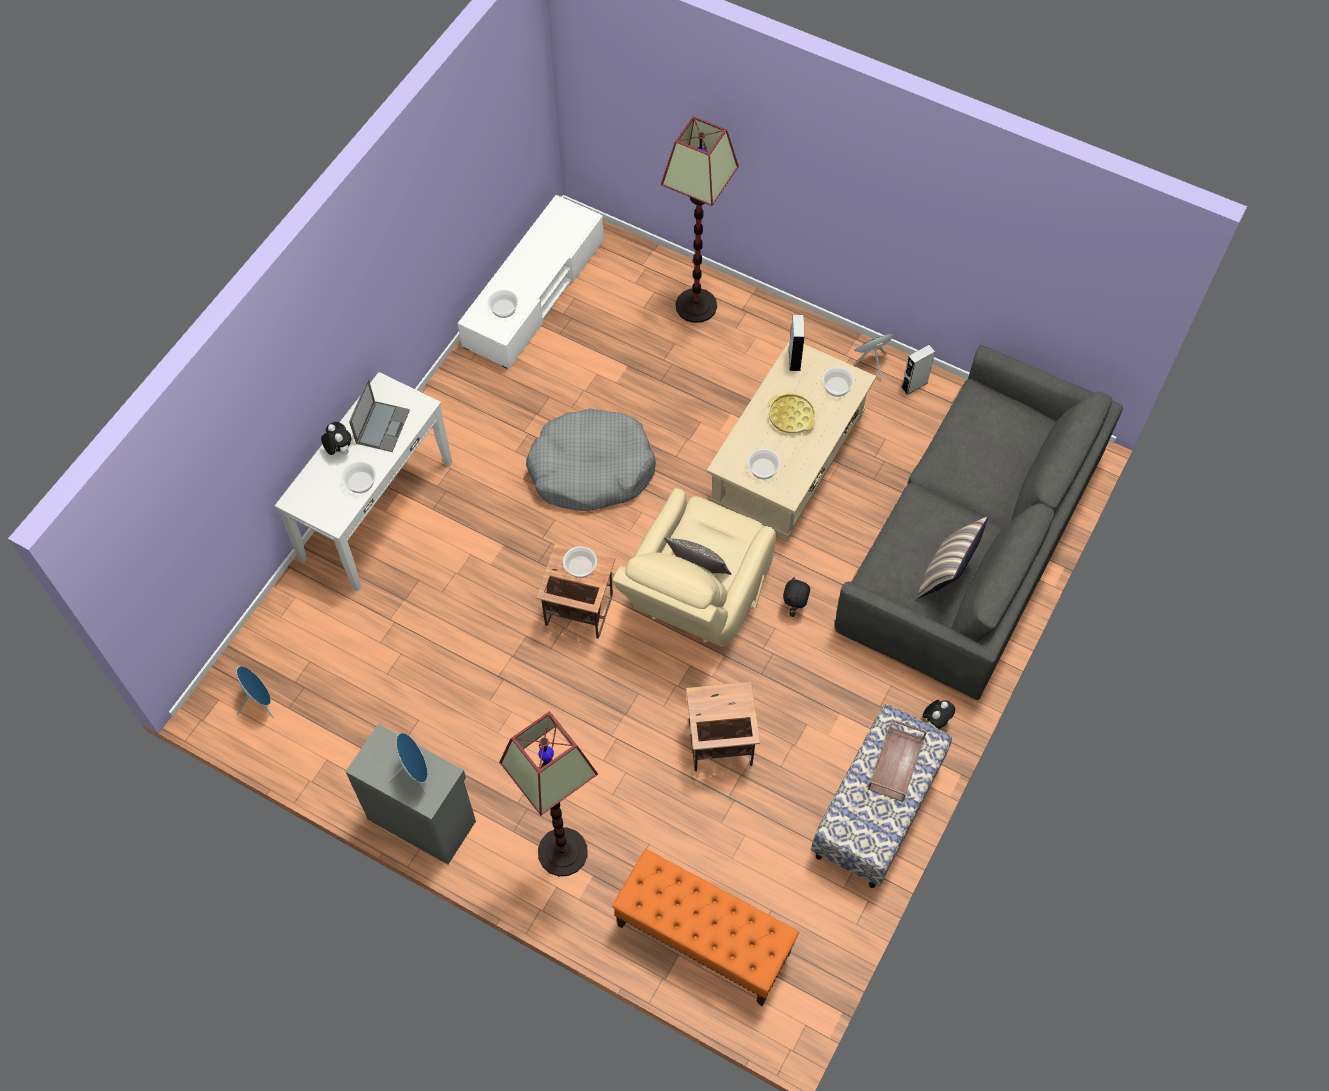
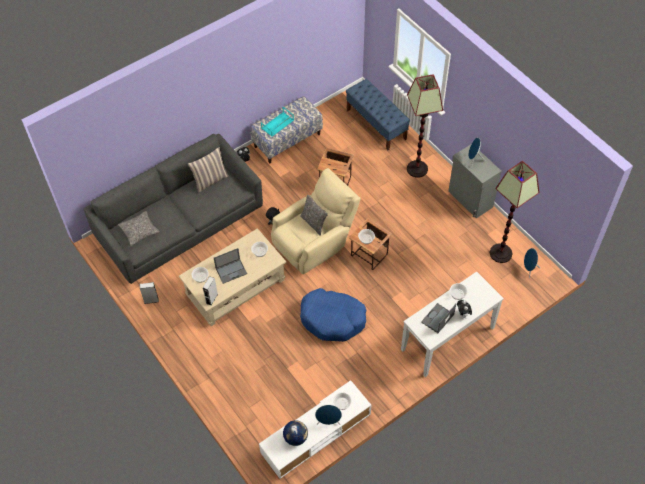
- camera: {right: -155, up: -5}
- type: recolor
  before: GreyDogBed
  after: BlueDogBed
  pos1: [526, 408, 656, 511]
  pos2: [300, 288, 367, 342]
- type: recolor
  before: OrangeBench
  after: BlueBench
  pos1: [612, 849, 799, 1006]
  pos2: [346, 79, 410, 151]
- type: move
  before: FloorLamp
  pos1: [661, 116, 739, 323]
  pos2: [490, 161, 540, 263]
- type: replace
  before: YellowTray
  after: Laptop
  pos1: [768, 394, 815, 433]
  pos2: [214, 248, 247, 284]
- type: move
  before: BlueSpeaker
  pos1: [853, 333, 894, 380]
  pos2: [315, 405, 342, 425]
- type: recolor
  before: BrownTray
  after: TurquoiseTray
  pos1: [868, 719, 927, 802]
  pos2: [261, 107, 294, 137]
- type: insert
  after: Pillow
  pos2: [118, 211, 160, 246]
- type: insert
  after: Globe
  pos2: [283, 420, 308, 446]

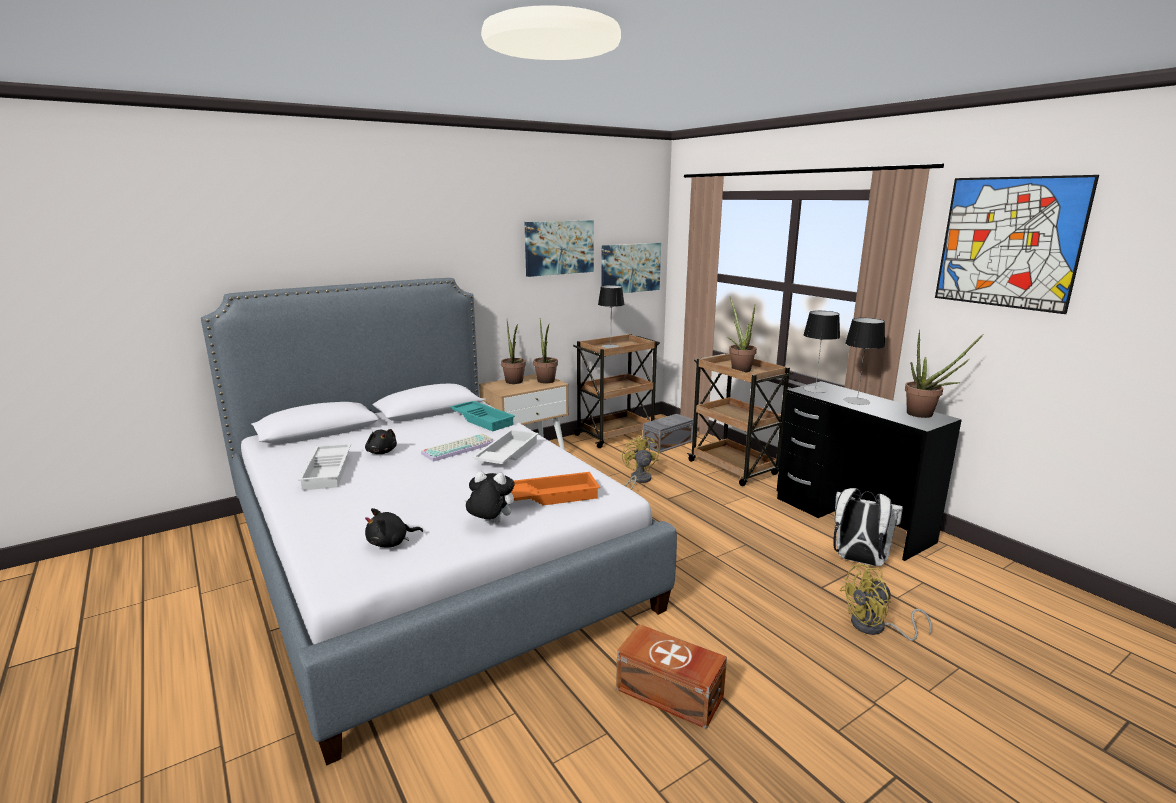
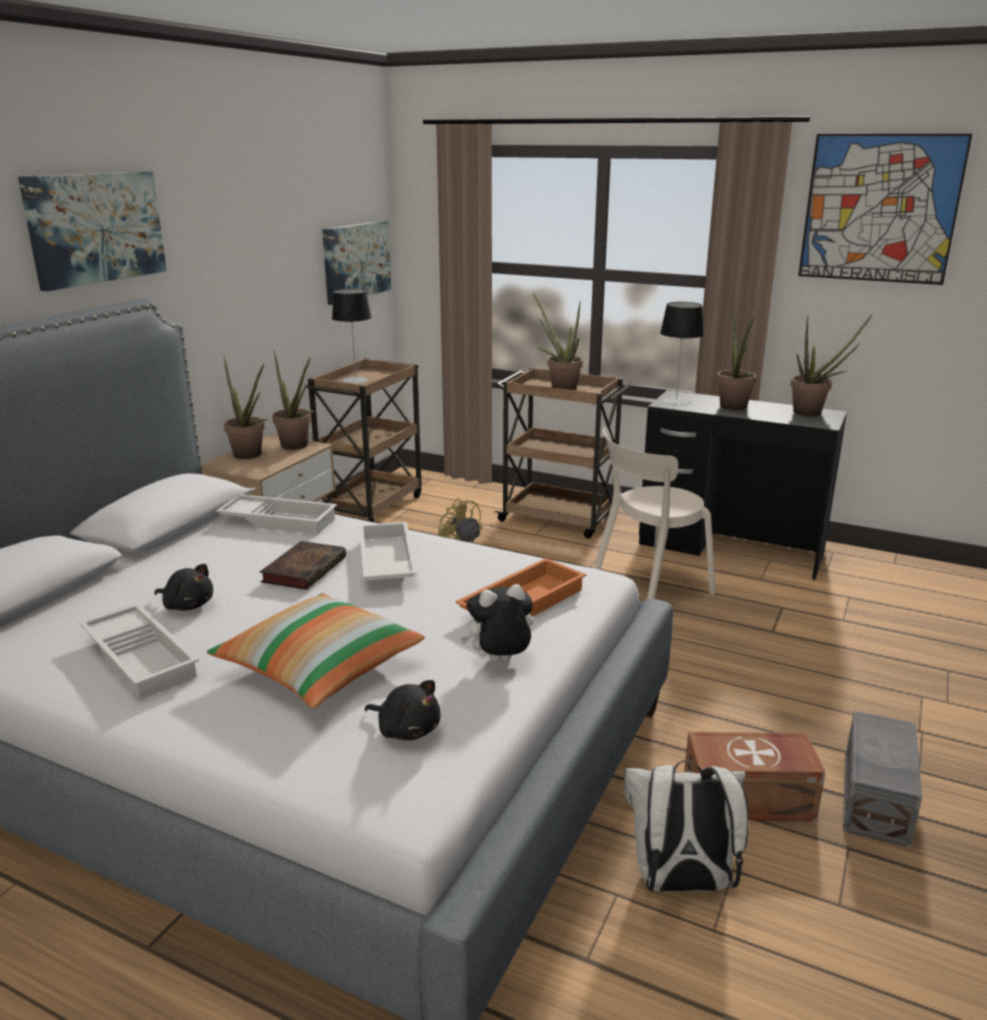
- camera: {right: -30, up: 5}
- type: rotate
  before: BlackPlushToy
  pos1: [365, 508, 423, 548]
  pos2: [365, 680, 440, 740]
  turn: -90
- type: replace
  before: Keyboard
  after: Book
  pos1: [421, 434, 495, 462]
  pos2: [260, 541, 346, 590]
- type: recolor
  before: TurquoiseTray
  after: WhiteTray
  pos1: [450, 401, 515, 432]
  pos2: [216, 495, 337, 535]
- type: move
  before: Picture
  pos1: [525, 220, 594, 277]
  pos2: [18, 171, 167, 291]
- type: move
  before: GreyStorageBox
  pos1: [643, 414, 694, 453]
  pos2: [843, 711, 922, 848]
- type: move
  before: WhiteBackpack
  pos1: [833, 488, 903, 566]
  pos2: [624, 760, 749, 892]
- type: delete
  before: YellowFan
  pos1: [839, 564, 932, 641]
- type: replace
  before: TableLamp
  after: PottedPlant
  pos1: [844, 318, 885, 405]
  pos2: [717, 308, 756, 410]
- type: insert
  after: Pillow
  pos2: [207, 593, 425, 708]
- type: insert
  after: BeigeChair
  pos2: [594, 427, 716, 599]

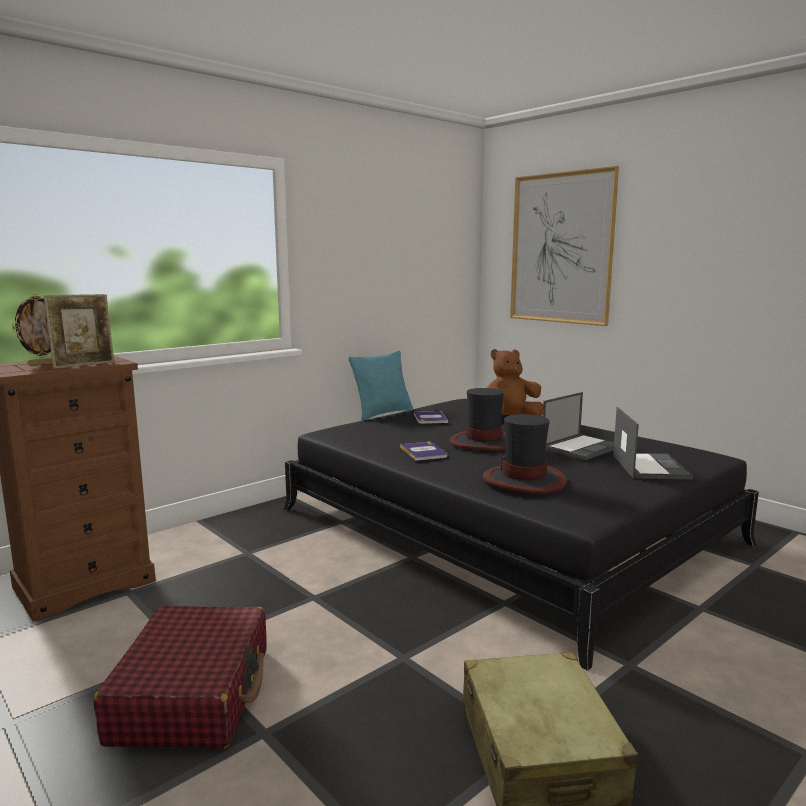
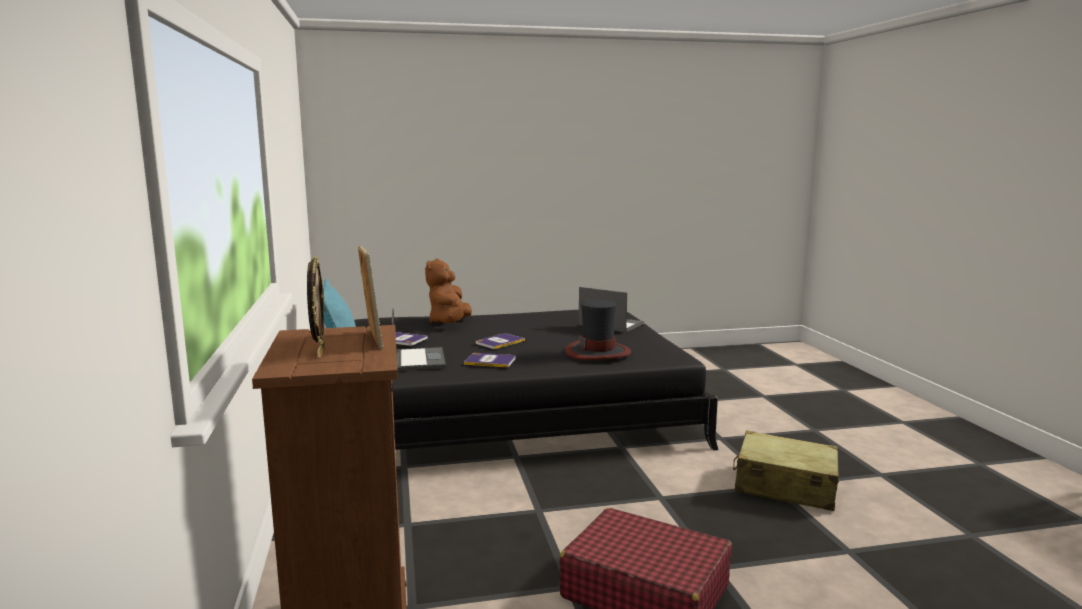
- camera: {right: -60, up: 0}
- type: replace
  before: Hat
  after: Book
  pos1: [449, 388, 506, 451]
  pos2: [476, 333, 525, 349]
- type: delete
  before: Picture
  pos1: [510, 166, 619, 326]
- type: move
  before: Laptop
  pos1: [543, 392, 614, 460]
  pos2: [392, 309, 446, 371]

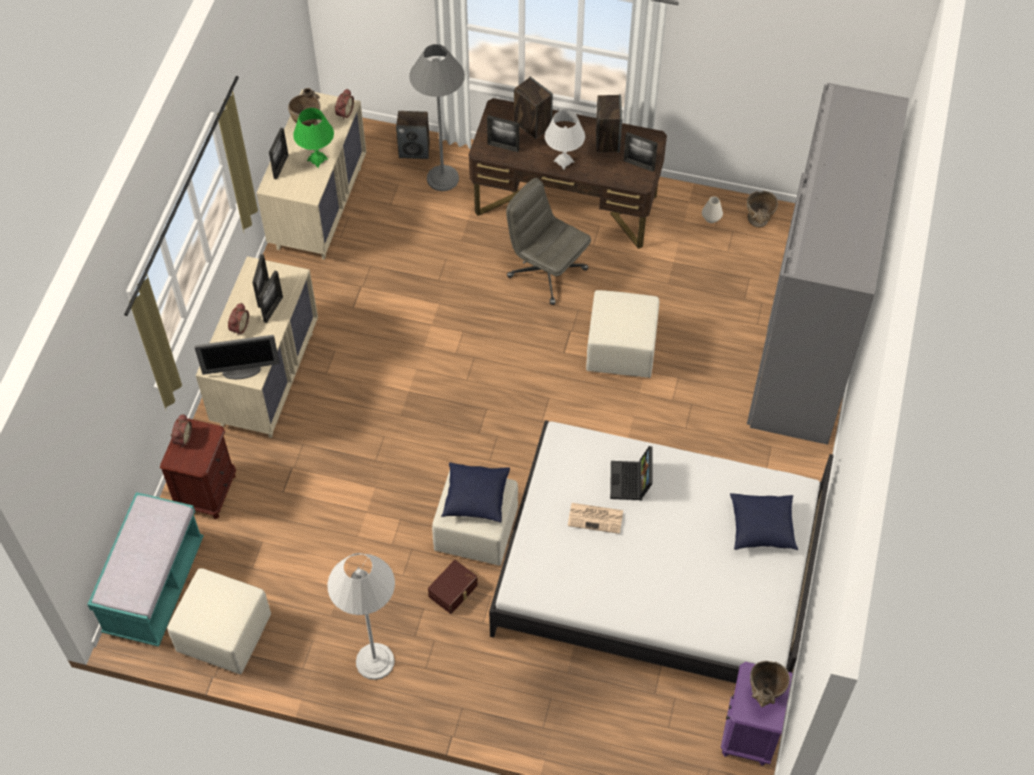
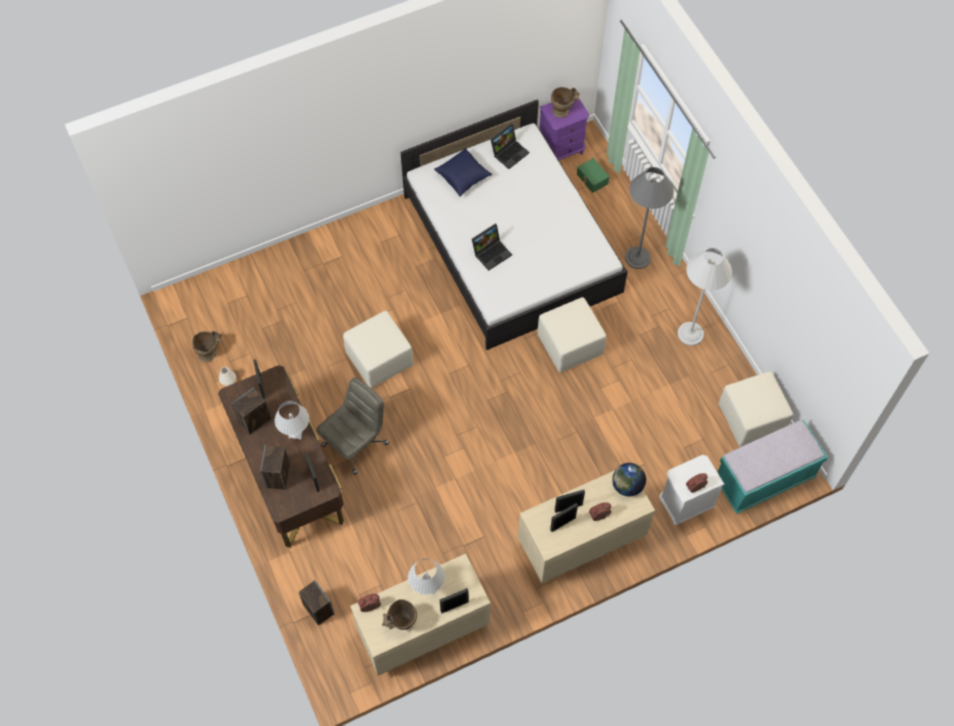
- camera: {right: -130, up: 5}
- type: recolor
  before: BrownNightstand
  after: WhiteNightstand
  pos1: [160, 418, 236, 519]
  pos2: [659, 455, 724, 525]
- type: replace
  before: Monitor
  after: Globe
  pos1: [195, 335, 280, 379]
  pos2: [612, 463, 646, 497]
- type: recolor
  before: GreenTableLamp
  after: WhiteTableLamp
  pos1: [293, 108, 334, 168]
  pos2: [408, 559, 445, 595]
- type: move
  before: GreyFloorLamp
  pos1: [409, 44, 465, 191]
  pos2: [625, 167, 674, 269]
- type: delete
  before: BrownStorageBox
  pos1: [428, 560, 478, 614]
- type: delete
  before: BluePillow
  pos1: [441, 462, 510, 523]
- type: rotate
  before: GreyOfficeChair
  pos1: [506, 178, 591, 305]
  pos2: [316, 378, 389, 475]
  turn: -135
- type: delete
  before: Newspaper
  pos1: [568, 503, 623, 534]
- type: delete
  before: GreyWardrobe
  pos1: [747, 83, 909, 445]
- type: insert
  after: Laptop
  pos2: [491, 124, 529, 169]
- type: insert
  after: GreenStorageBox
  pos2: [577, 158, 609, 193]

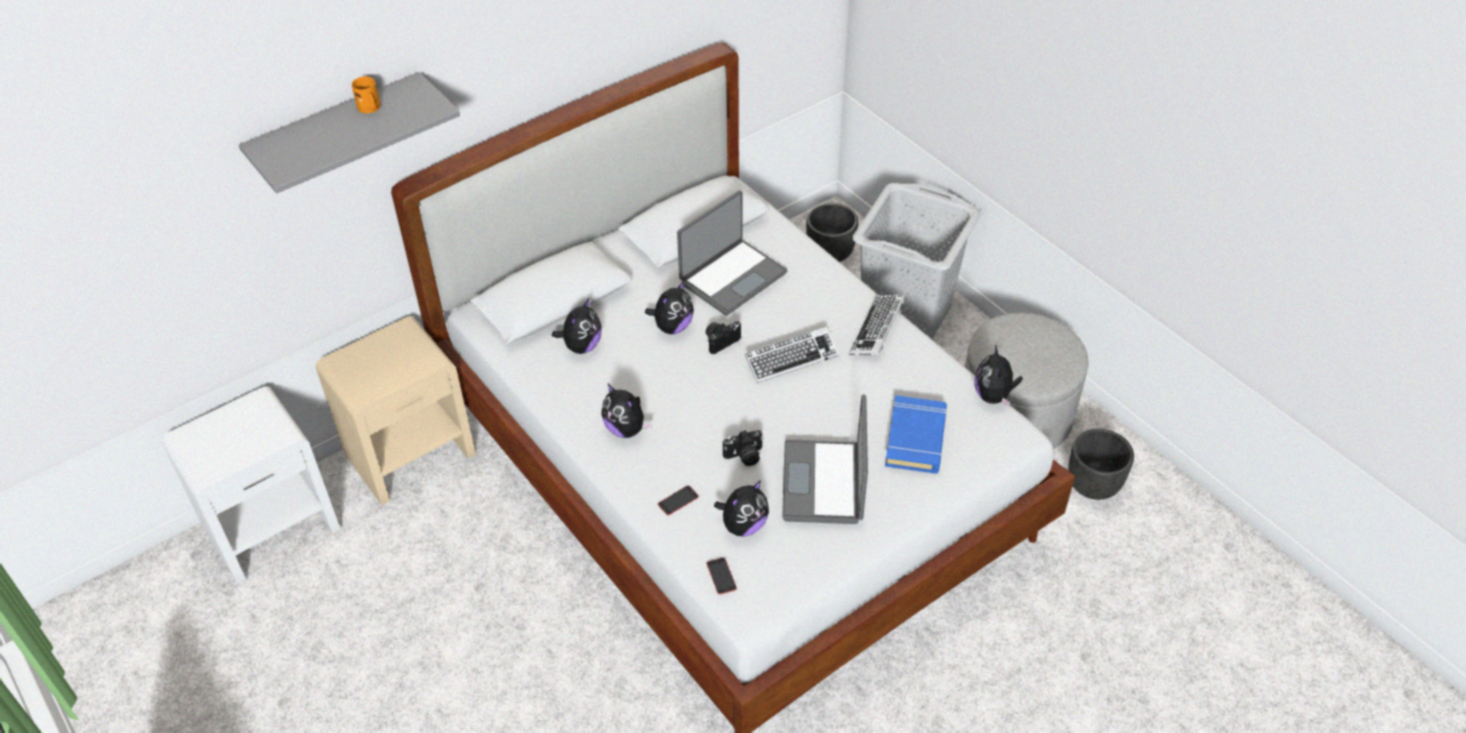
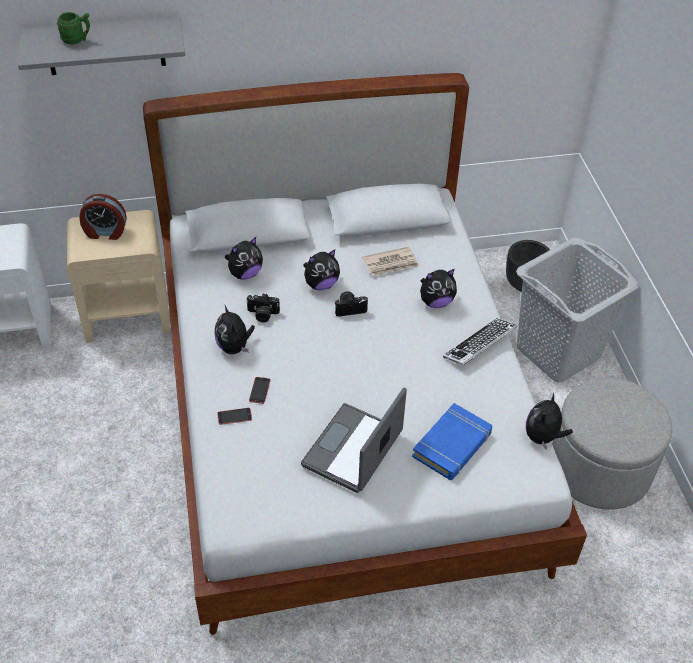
- camera: {right: 25, up: 0}
- type: delete
  before: OrangeMug
  pos1: [352, 76, 380, 113]
- type: replace
  before: Laptop
  after: Newspaper
  pos1: [677, 190, 788, 316]
  pos2: [363, 247, 419, 276]
- type: move
  before: Phone
  pos1: [706, 557, 737, 595]
  pos2: [249, 377, 271, 404]
- type: move
  before: PlushToy
  pos1: [714, 480, 769, 537]
  pos2: [420, 269, 457, 308]
- type: move
  before: PhotoCamera
  pos1: [723, 430, 763, 466]
  pos2: [246, 294, 280, 323]
- type: delete
  before: Keyboard
  pos1: [745, 327, 839, 383]
- type: delete
  before: BlackPlanter
  pos1: [1068, 429, 1134, 500]
- type: insert
  after: GreenMug
  pos2: [57, 12, 90, 44]
- type: insert
  after: AlarmClock
  pos2: [79, 194, 127, 240]

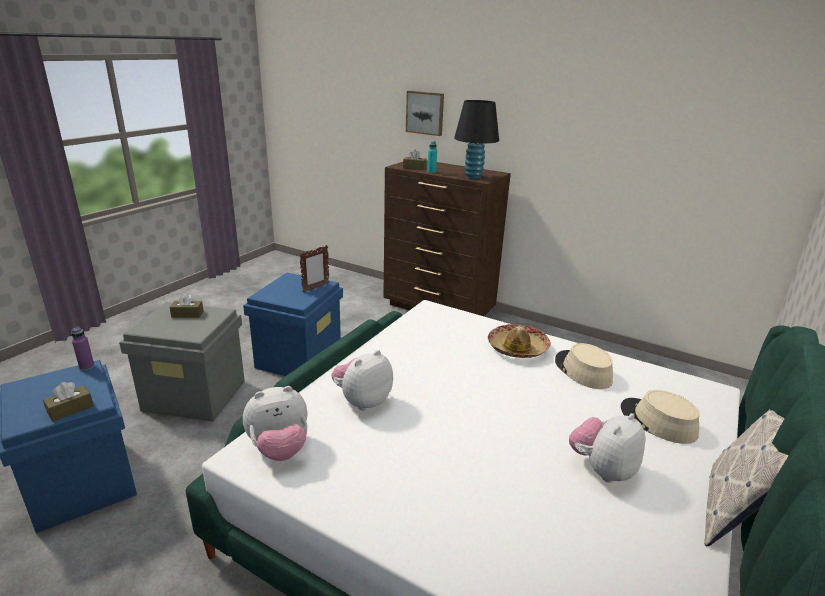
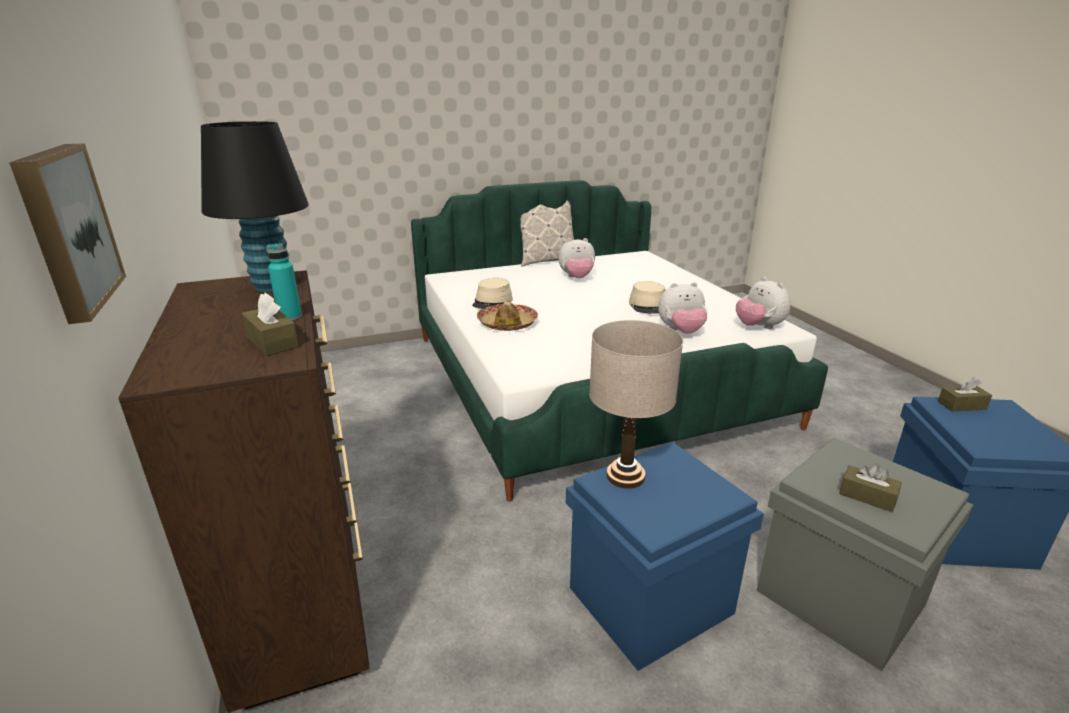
- camera: {right: -140, up: 0}
- type: delete
  before: PurpleBottle
  pos1: [71, 327, 95, 371]
- type: rotate
  before: PlushToy
  pos1: [243, 386, 308, 461]
  pos2: [736, 277, 791, 329]
  turn: -135
- type: replace
  before: PictureFrame
  after: BeigeTableLamp
  pos1: [299, 245, 329, 293]
  pos2: [589, 320, 683, 489]
- type: move
  before: BeigeHat
  pos1: [621, 390, 700, 444]
  pos2: [629, 281, 665, 314]

